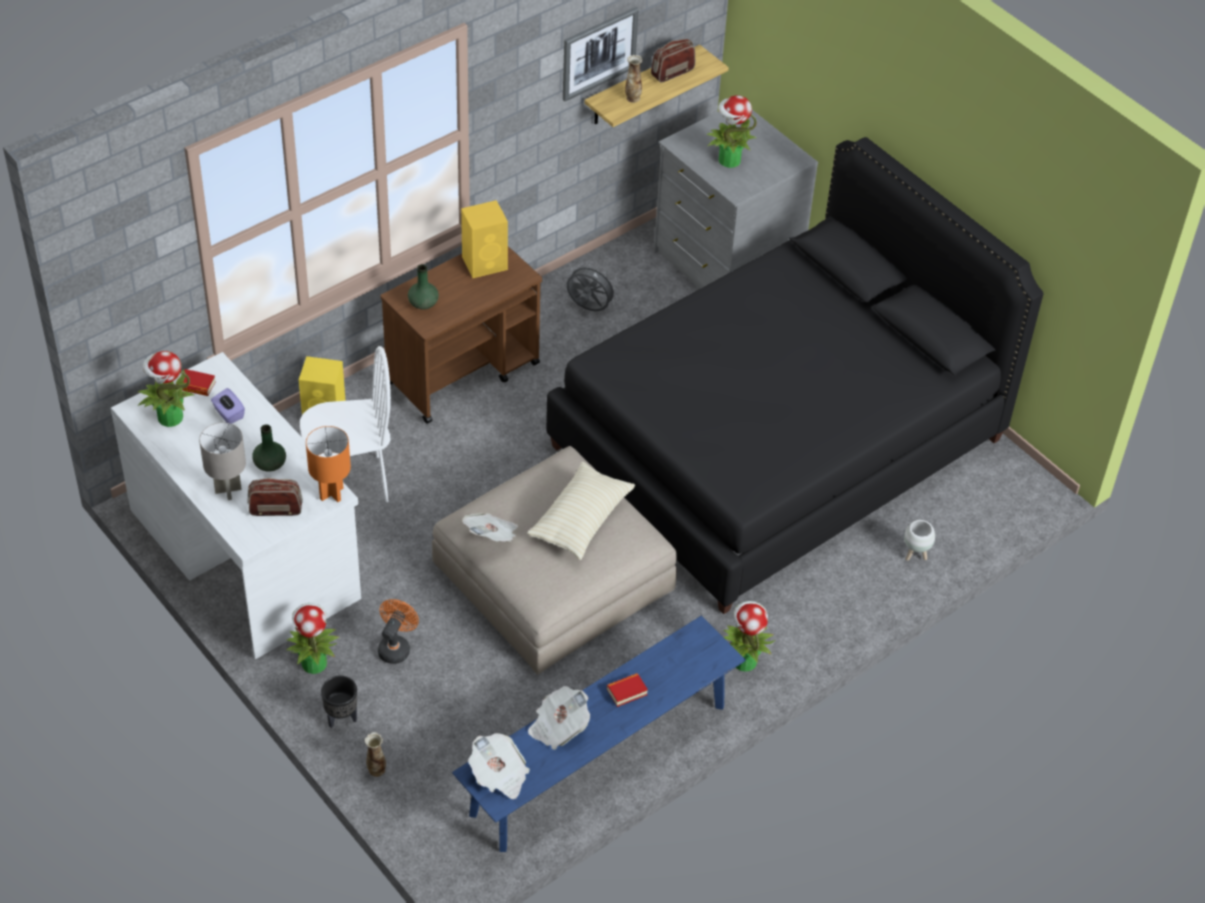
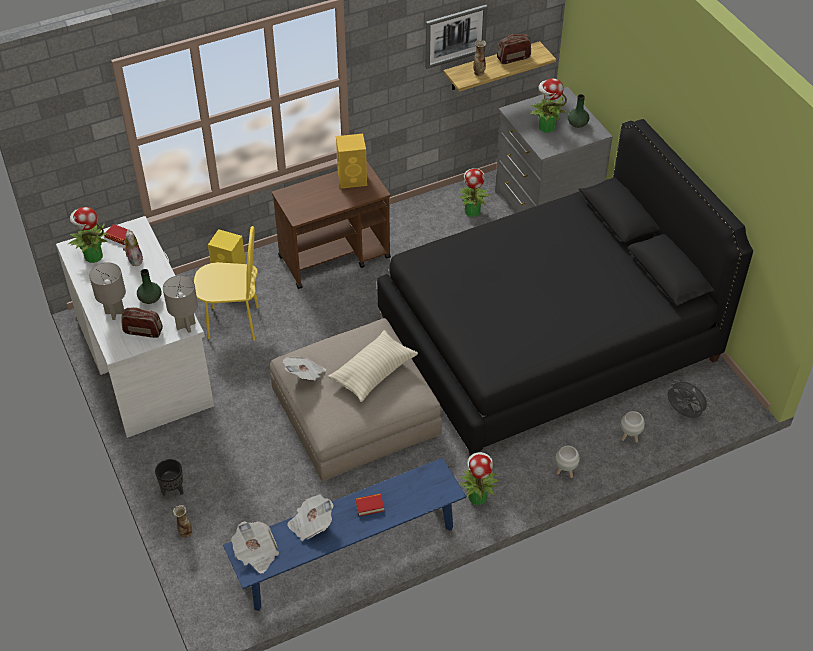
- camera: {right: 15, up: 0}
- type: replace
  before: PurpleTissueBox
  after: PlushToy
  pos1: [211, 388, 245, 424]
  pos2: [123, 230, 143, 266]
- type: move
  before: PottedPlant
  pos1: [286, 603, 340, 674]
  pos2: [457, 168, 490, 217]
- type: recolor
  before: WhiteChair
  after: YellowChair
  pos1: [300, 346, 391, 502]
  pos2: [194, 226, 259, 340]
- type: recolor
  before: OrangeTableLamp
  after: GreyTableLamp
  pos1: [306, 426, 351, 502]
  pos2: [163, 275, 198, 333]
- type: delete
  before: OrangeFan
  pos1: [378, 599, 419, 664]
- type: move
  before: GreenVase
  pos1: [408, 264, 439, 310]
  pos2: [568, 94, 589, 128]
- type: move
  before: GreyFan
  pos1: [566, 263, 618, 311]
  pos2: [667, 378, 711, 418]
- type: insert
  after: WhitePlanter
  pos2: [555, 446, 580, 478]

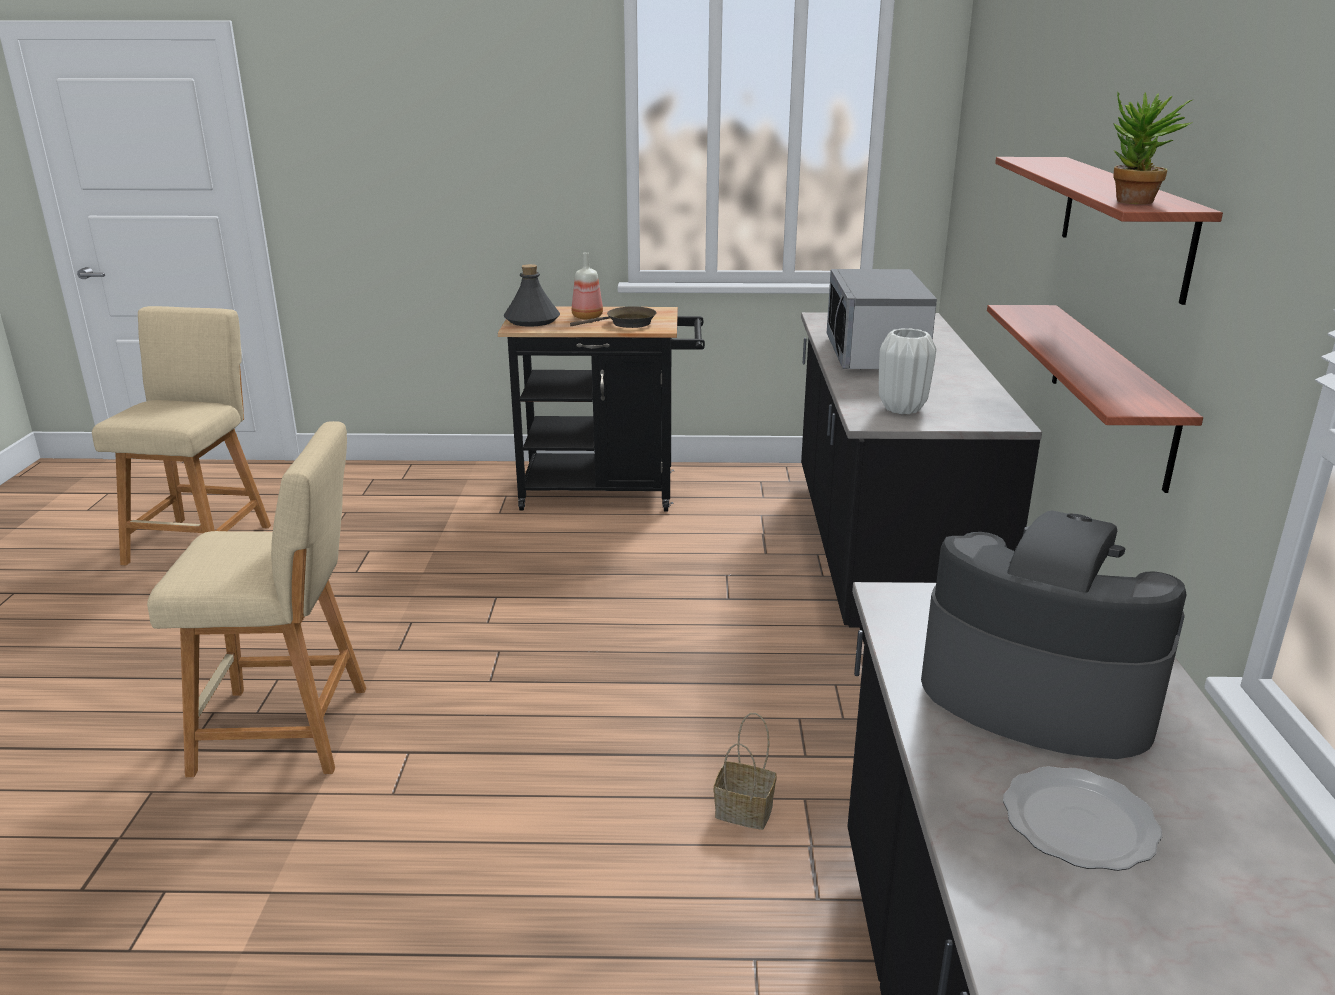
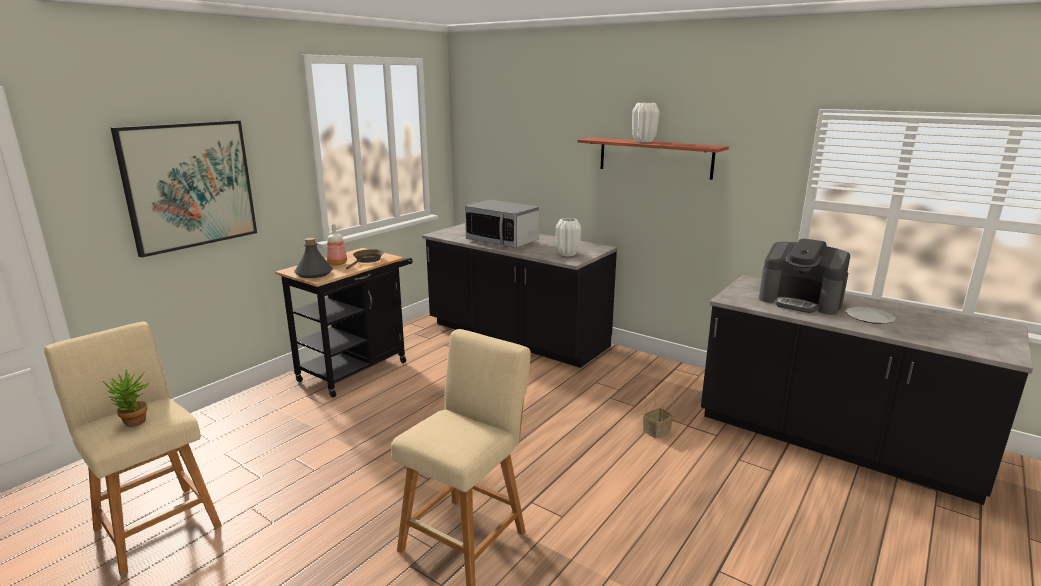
- camera: {right: -55, up: -5}
- type: rotate
  before: CoffeeMachine
  pos1: [921, 511, 1187, 759]
  pos2: [759, 238, 850, 315]
  turn: -120
- type: delete
  before: Shelf
  pos1: [987, 305, 1203, 493]
- type: move
  before: PottedPlant
  pos1: [1113, 93, 1192, 204]
  pos2: [103, 369, 151, 427]
- type: insert
  after: Picture
  pos2: [111, 120, 257, 258]
- type: insert
  after: WhiteVase
  pos2: [632, 103, 660, 143]

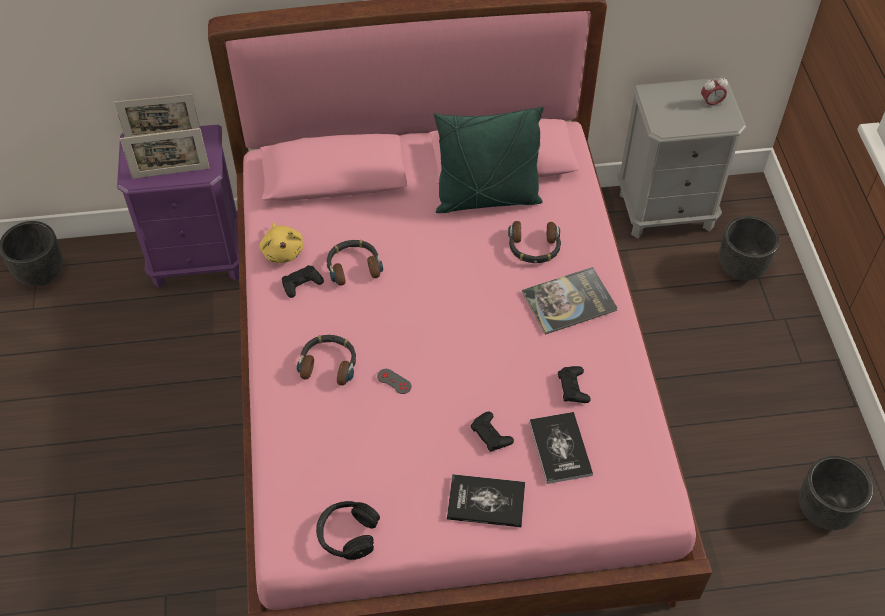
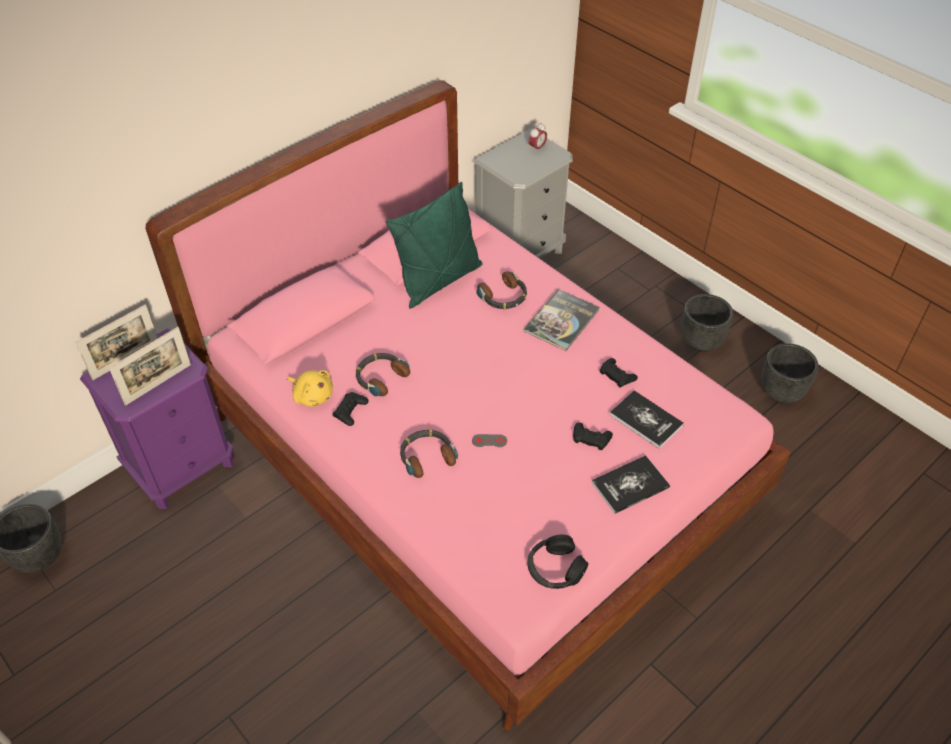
- camera: {right: -35, up: -5}
- type: move
  before: BlackPlanter
  pos1: [719, 216, 780, 281]
  pos2: [681, 294, 733, 352]

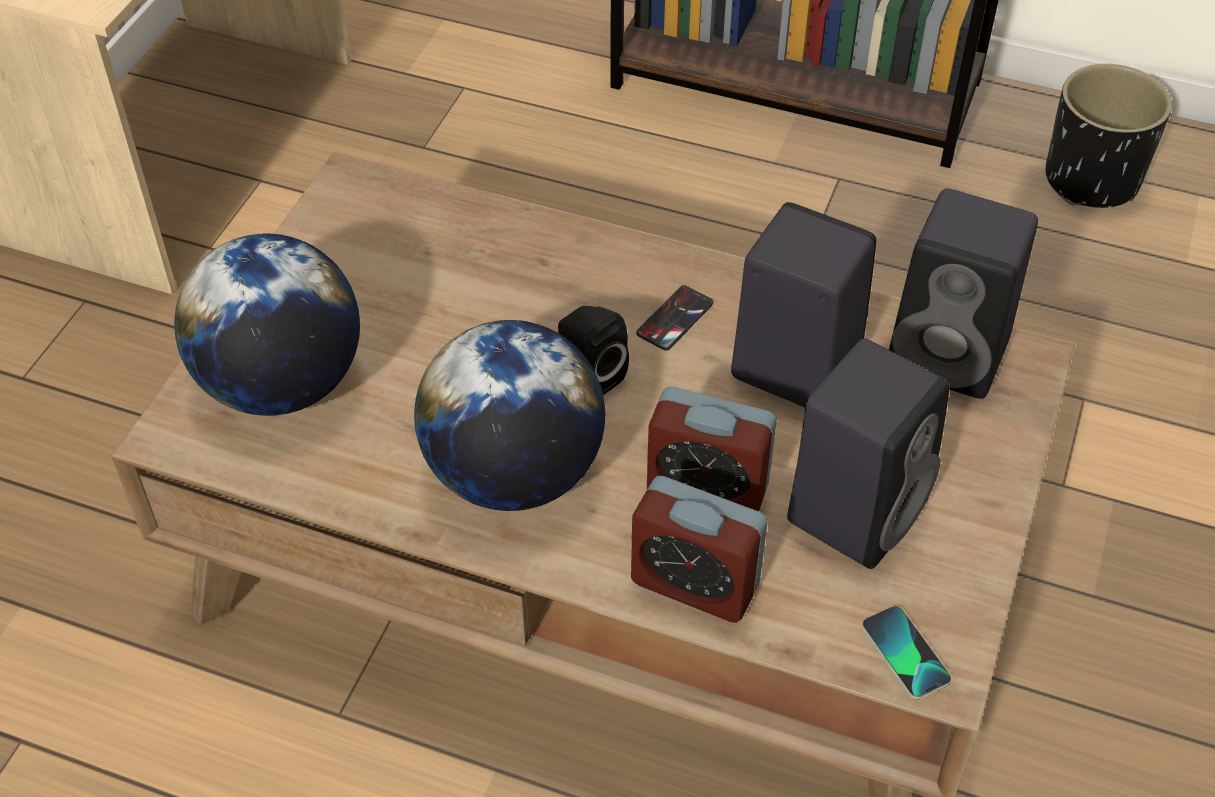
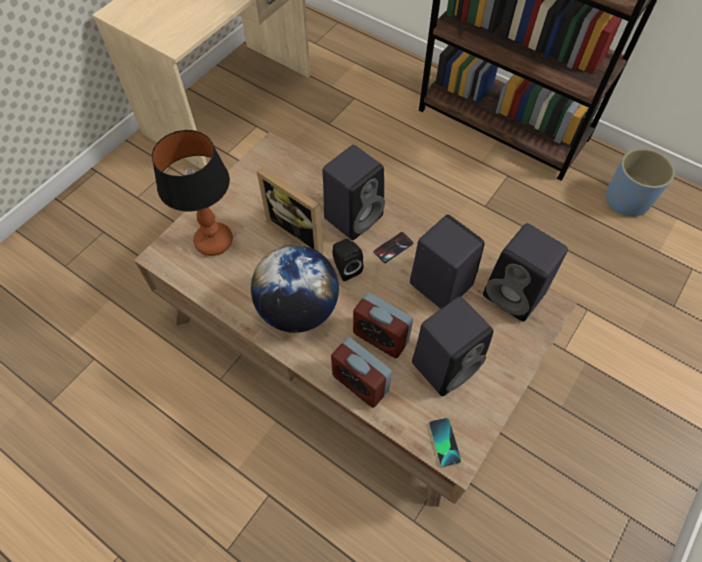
- camera: {right: 15, up: 10}
- type: replace
  before: Globe
  after: TableLamp
  pos1: [174, 234, 360, 416]
  pos2: [152, 130, 233, 256]
- type: recolor
  before: BlackPlanter
  after: BluePlanter
  pos1: [1046, 64, 1172, 208]
  pos2: [606, 148, 675, 216]
- type: insert
  after: PictureFrame
  pos2: [257, 167, 324, 254]
- type: insert
  after: BlackSpeaker
  pos2: [322, 145, 385, 240]

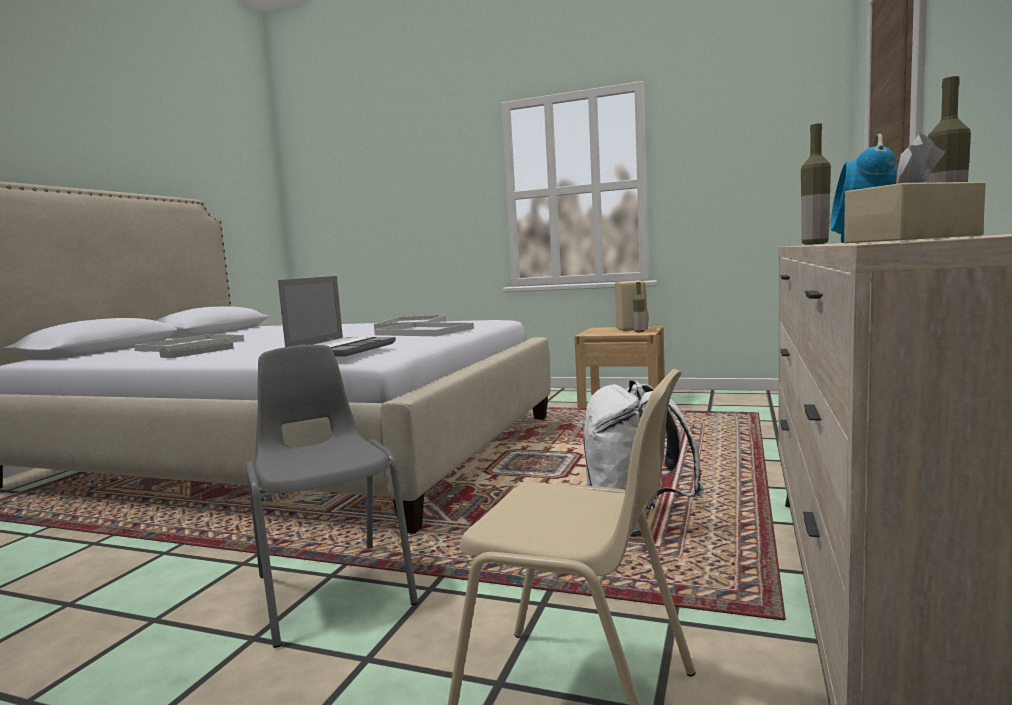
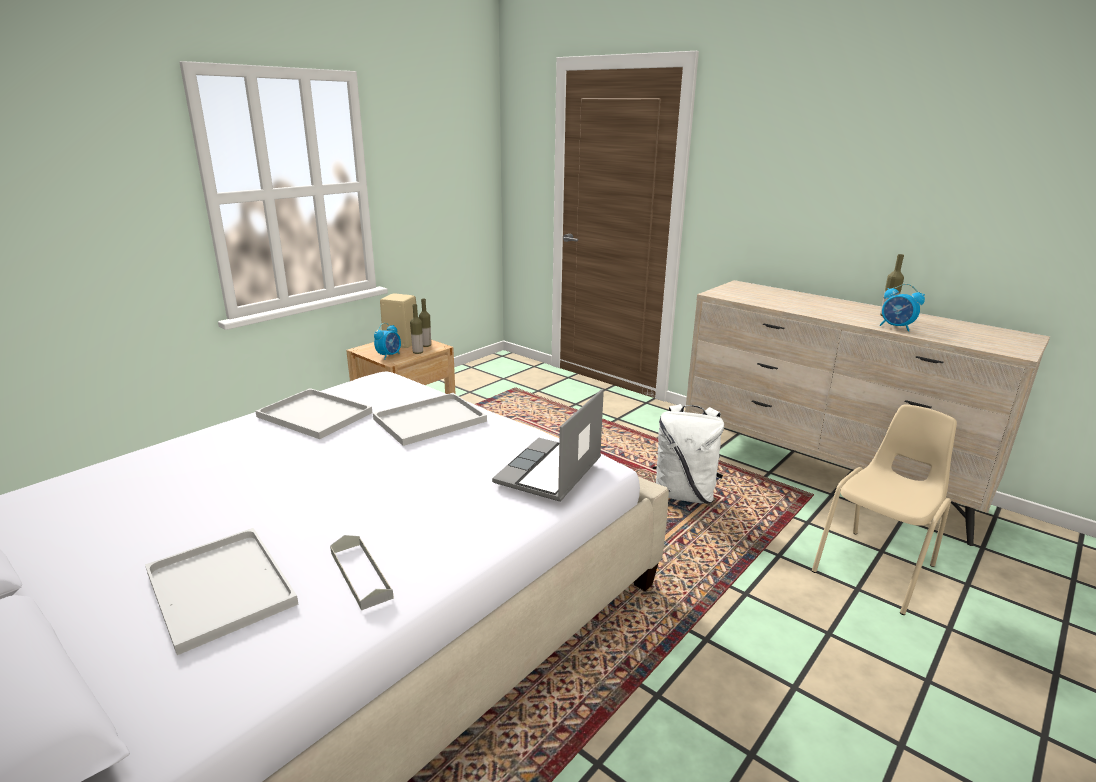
- camera: {right: -70, up: 15}
- type: delete
  before: GreyChair
  pos1: [246, 345, 418, 648]
- type: rotate
  before: Laptop
  pos1: [278, 276, 396, 357]
  pos2: [492, 389, 604, 502]
  turn: -105
- type: move
  before: Bottle
  pos1: [801, 123, 831, 245]
  pos2: [410, 304, 423, 354]
- type: delete
  before: BeigeTissueBox
  pos1: [844, 133, 986, 243]
- type: insert
  after: AlarmClock
  pos2: [374, 323, 401, 360]

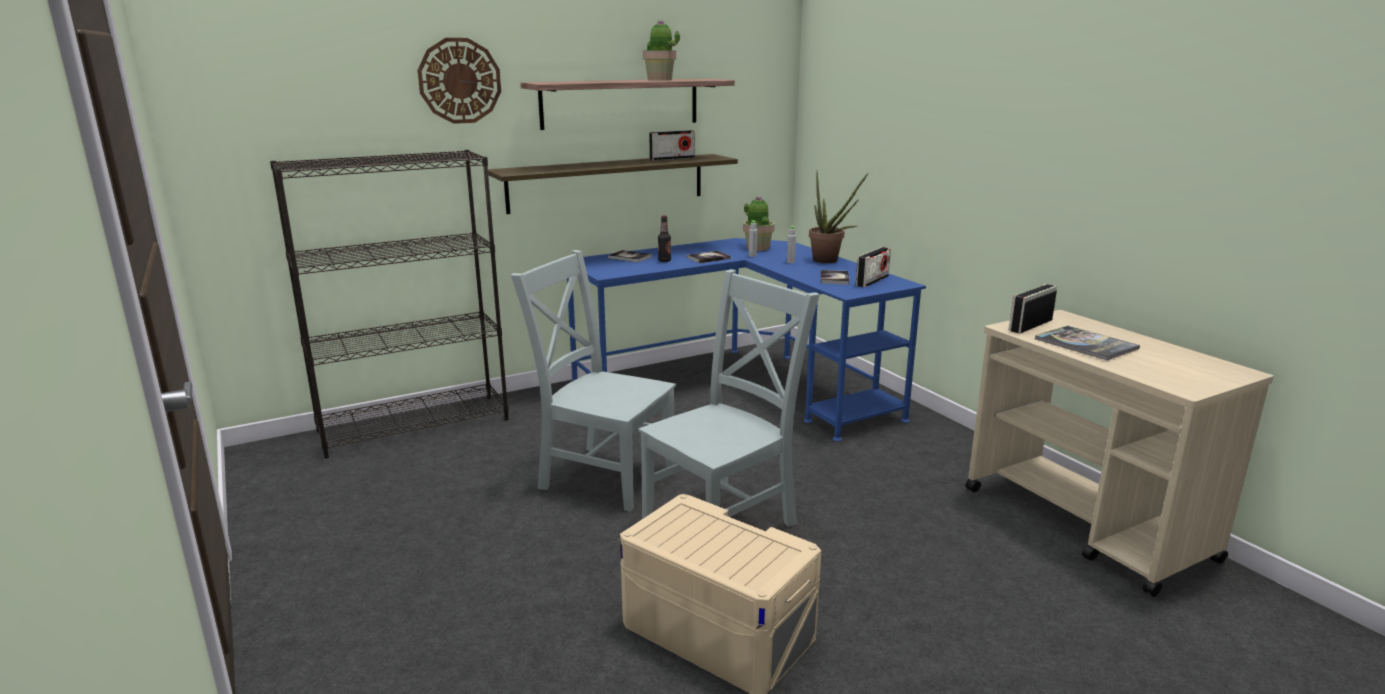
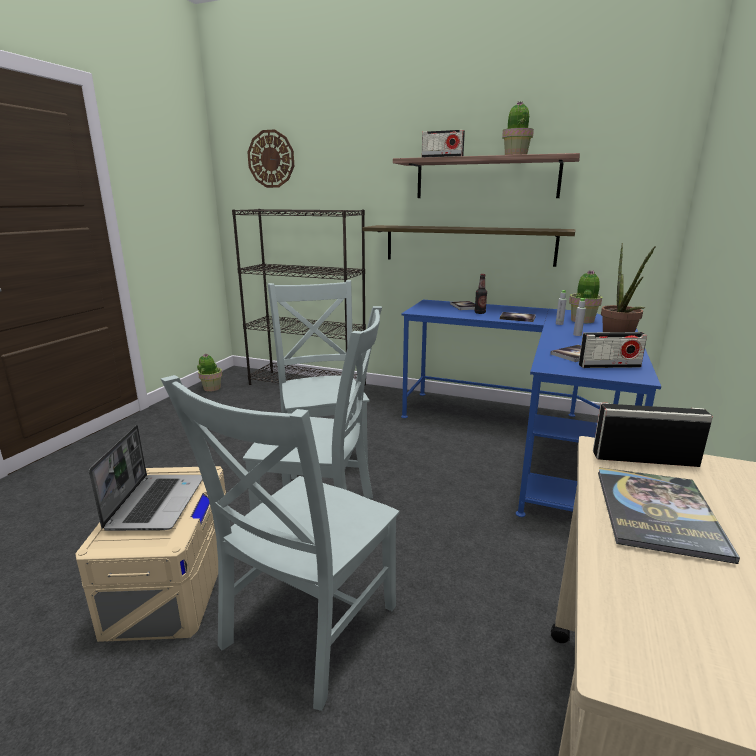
- camera: {right: 50, up: 0}
- type: move
  before: WallClock
  pos1: [417, 38, 501, 124]
  pos2: [247, 129, 294, 188]
- type: move
  before: Radio
  pos1: [649, 130, 695, 161]
  pos2: [422, 130, 465, 157]
- type: insert
  after: Laptop
  pos2: [89, 425, 203, 531]
- type: insert
  after: GreyChair
  pos2: [161, 375, 400, 711]
- type: insert
  after: PottedPlant
  pos2: [197, 353, 222, 391]

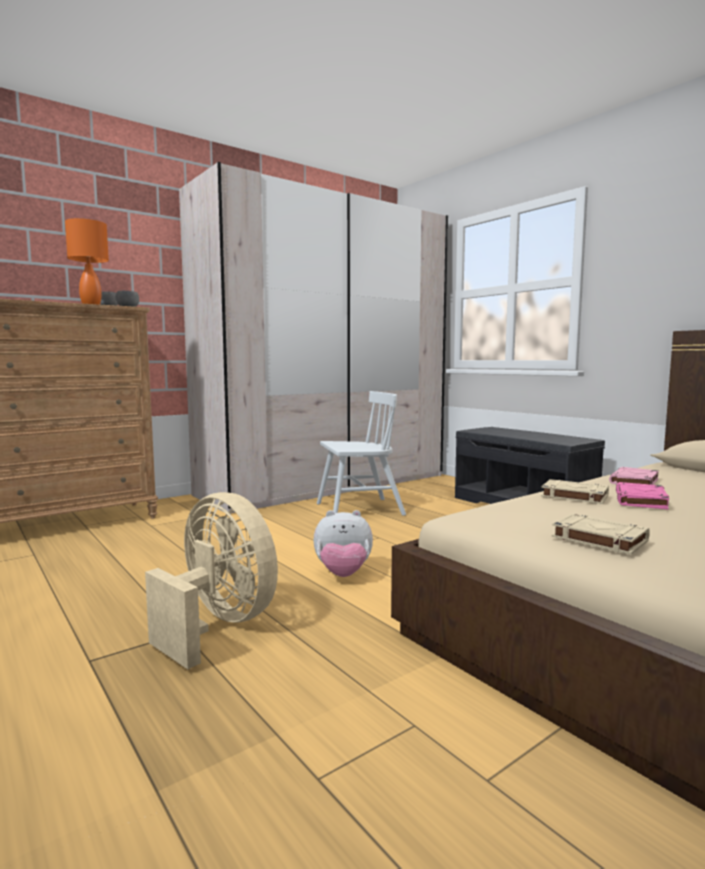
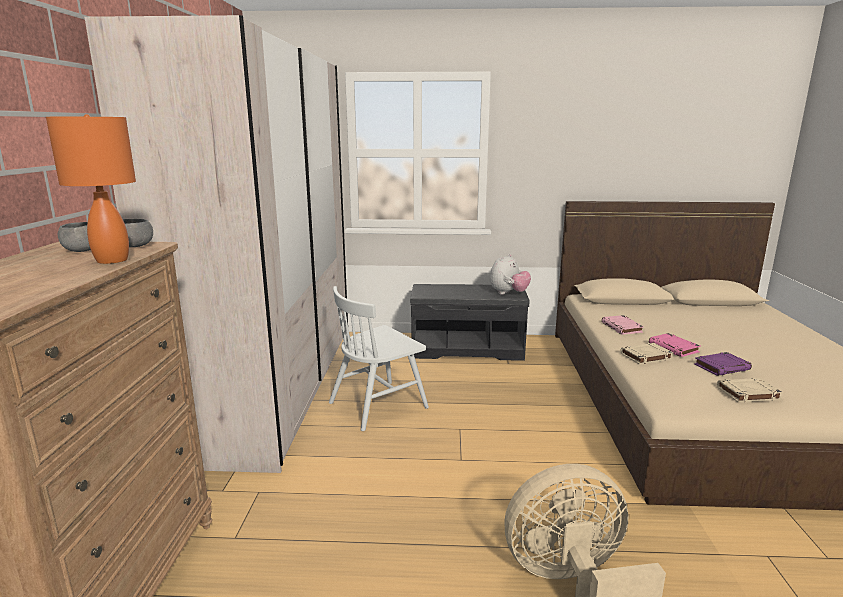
- camera: {right: -50, up: 10}
- type: move
  before: PlushToy
  pos1: [313, 510, 373, 577]
  pos2: [490, 254, 531, 294]
- type: rotate
  before: WhiteChair
  pos1: [317, 391, 406, 516]
  pos2: [329, 286, 429, 431]
  turn: -150
- type: insert
  after: PurpleBook
  pos2: [694, 352, 752, 376]

